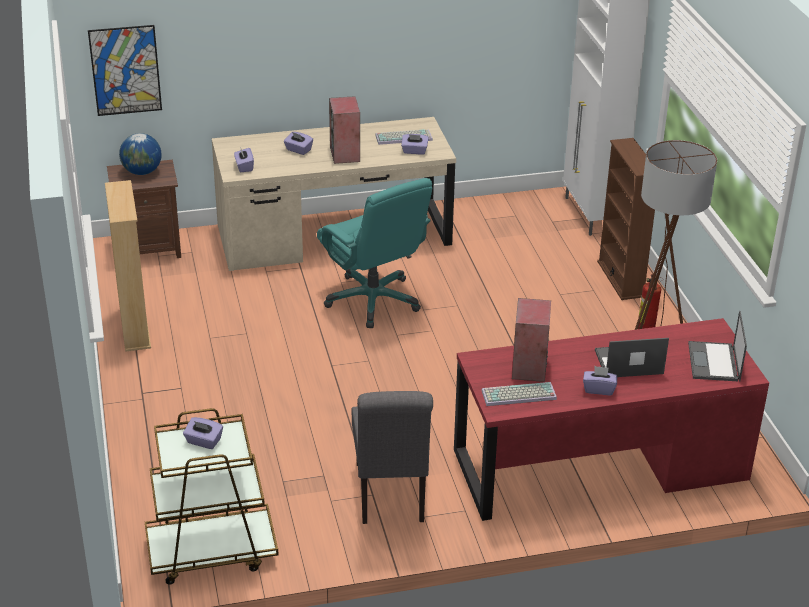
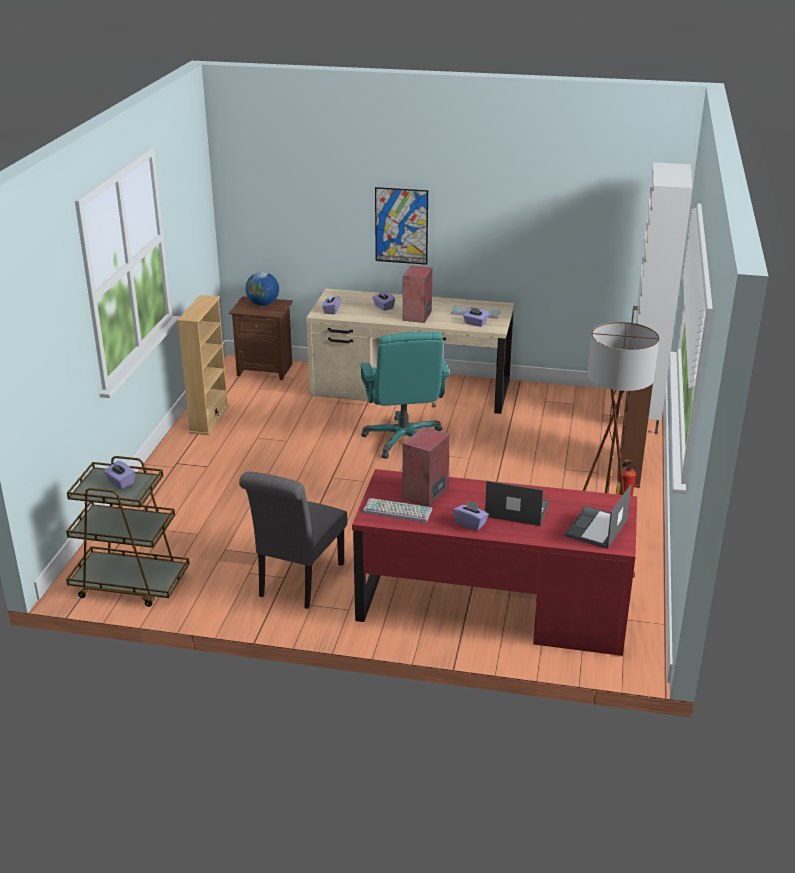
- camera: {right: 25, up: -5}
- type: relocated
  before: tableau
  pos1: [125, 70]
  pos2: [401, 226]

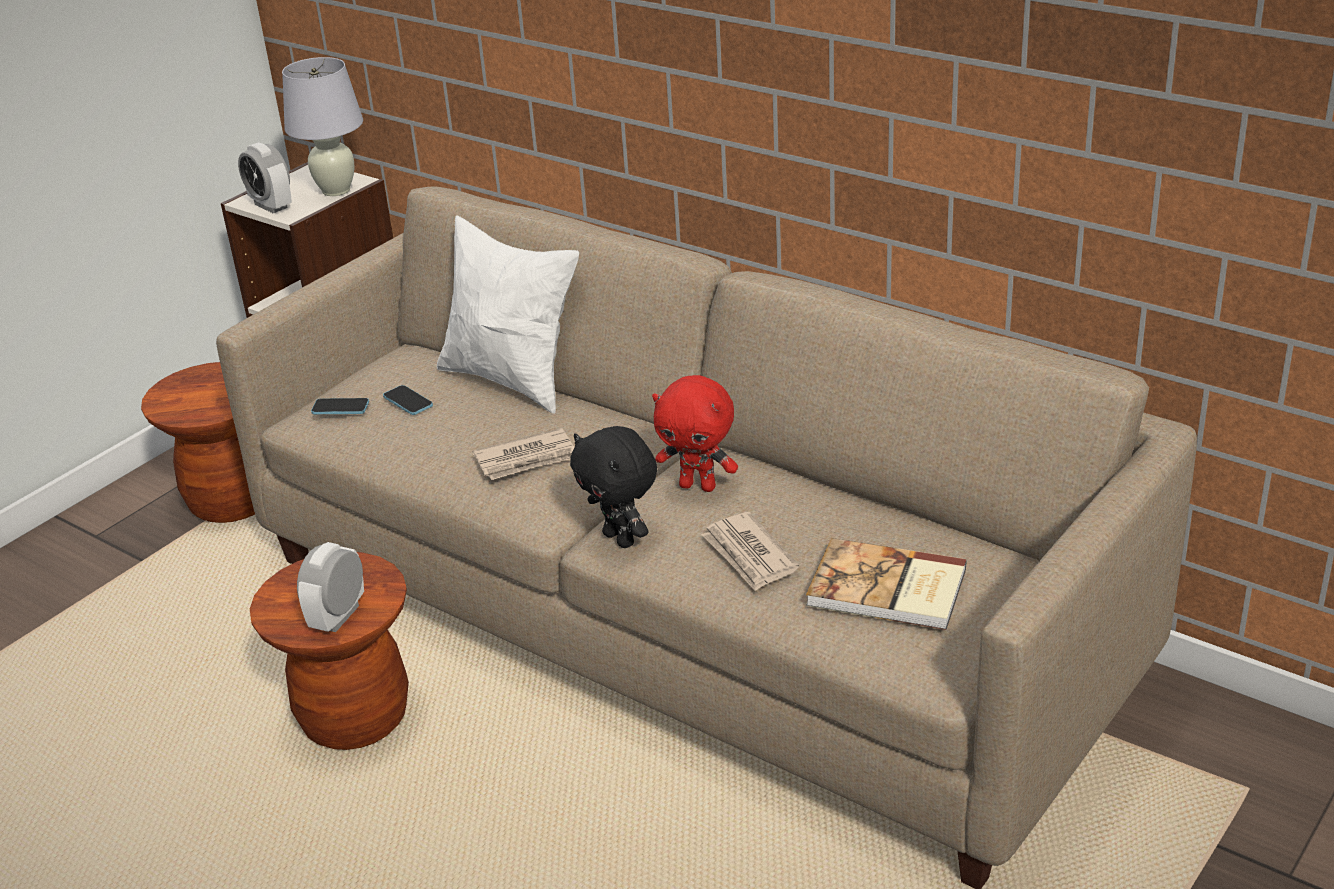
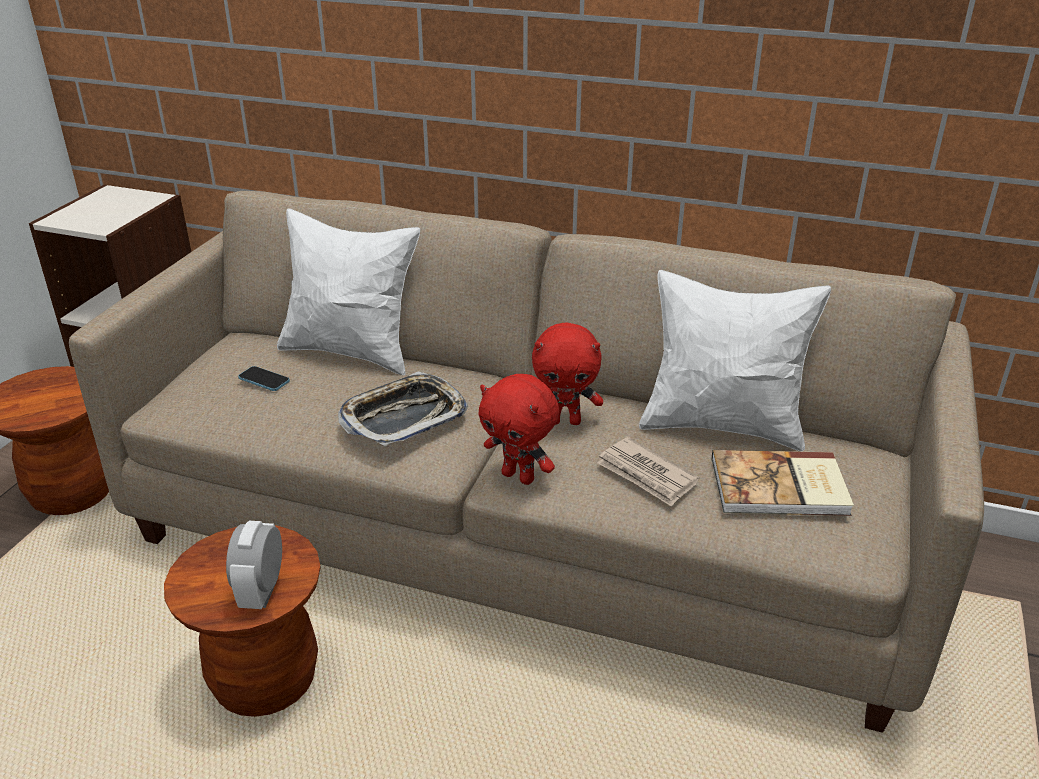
- camera: {right: -20, up: 0}
- type: missing
  before: réveil
  pos1: [271, 206]
- type: missing
  before: lampe de table/blanc
  pos1: [336, 190]
- type: missing
  before: téléphone
  pos1: [340, 408]
- type: exchanged
  before: journal
  after: plateau
  pos1: [527, 459]
  pos2: [404, 416]
- type: colour
  before: peluche/noir
  after: peluche/rouge
  pos1: [621, 539]
  pos2: [519, 476]
- type: appeared
  after: coussin/blanc
  pos2: [722, 425]

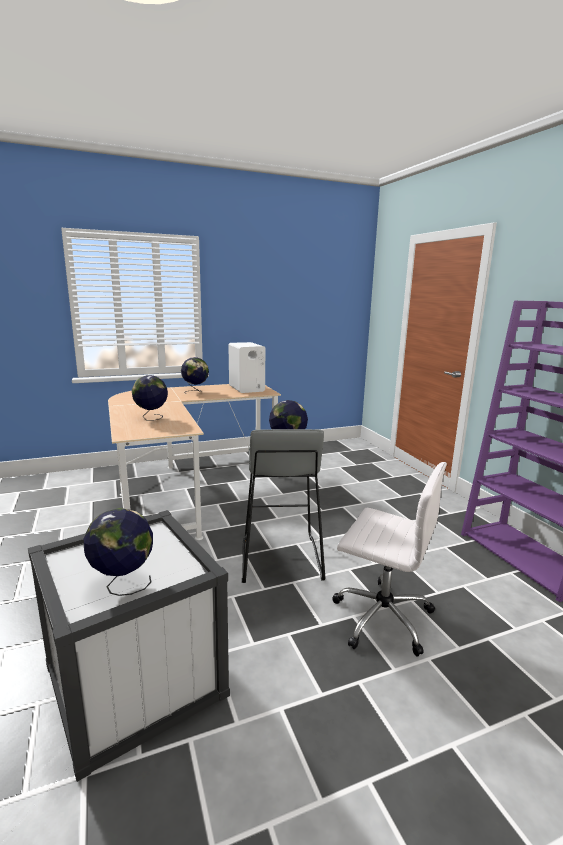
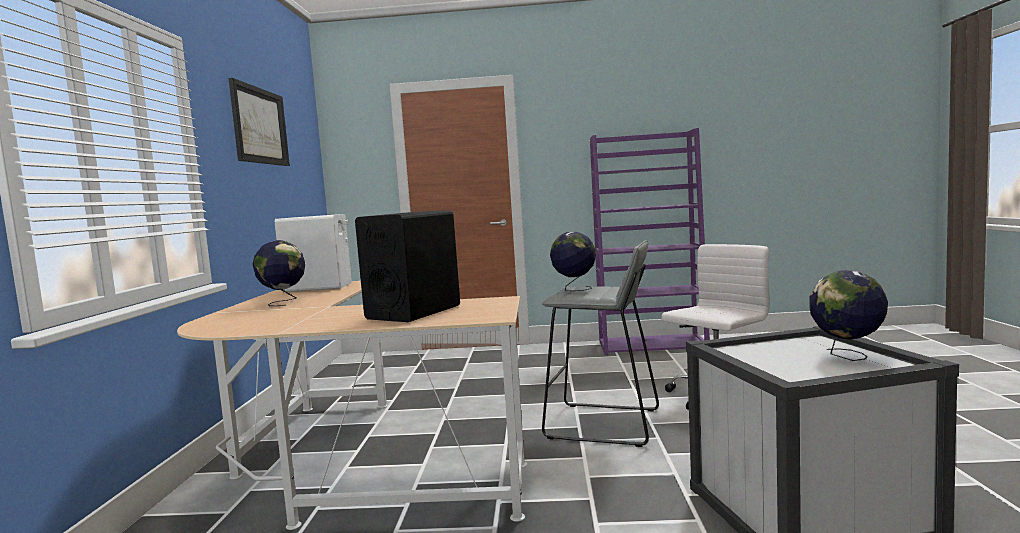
- camera: {right: -65, up: -10}
- type: exchanged
  before: globe
  after: enceinte/noir
  pos1: [151, 418]
  pos2: [414, 312]
- type: appeared
  after: tableau
  pos2: [259, 126]

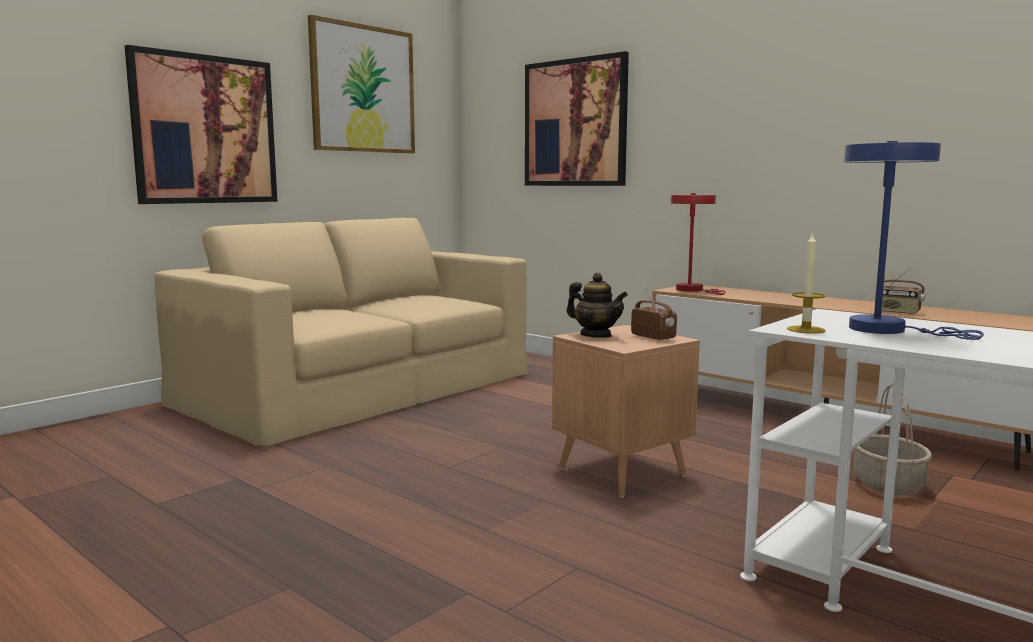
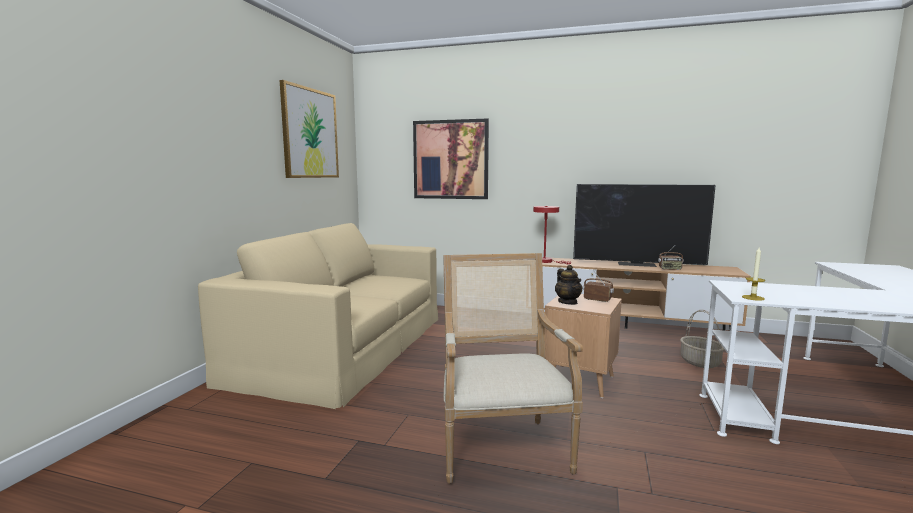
- camera: {right: -25, up: 0}
- type: missing
  before: tableau
  pos1: [205, 130]
- type: spun
  before: théière
  pos1: [596, 336]
  pos2: [568, 302]
  turn: 60
- type: missing
  before: lampe de table/bleu
  pos1: [887, 330]
- type: appeared
  after: fauteuil
  pos2: [500, 445]
- type: appeared
  after: téléviseur
  pos2: [637, 264]

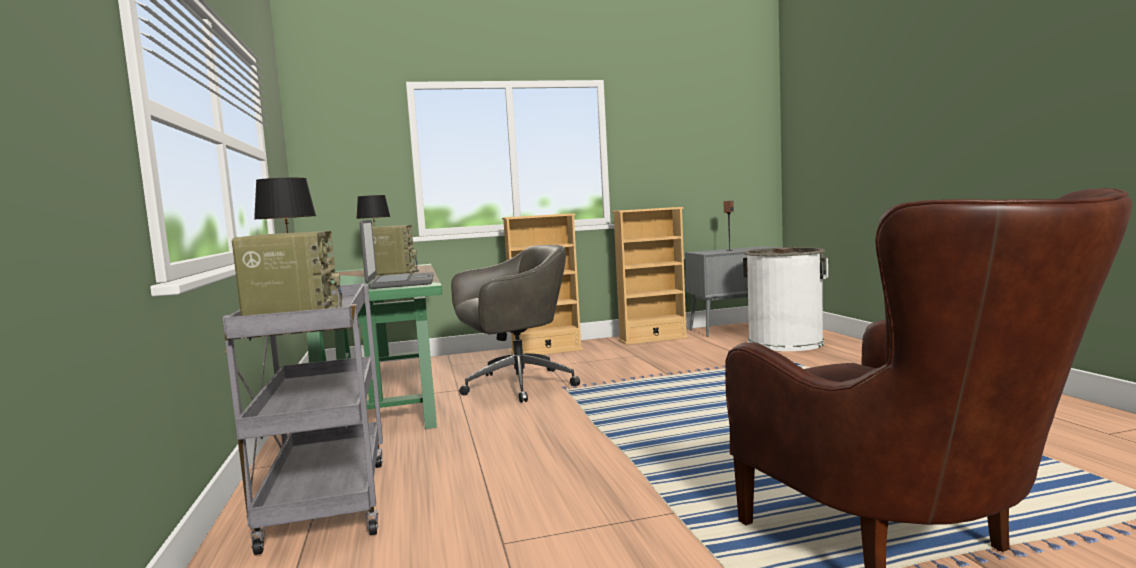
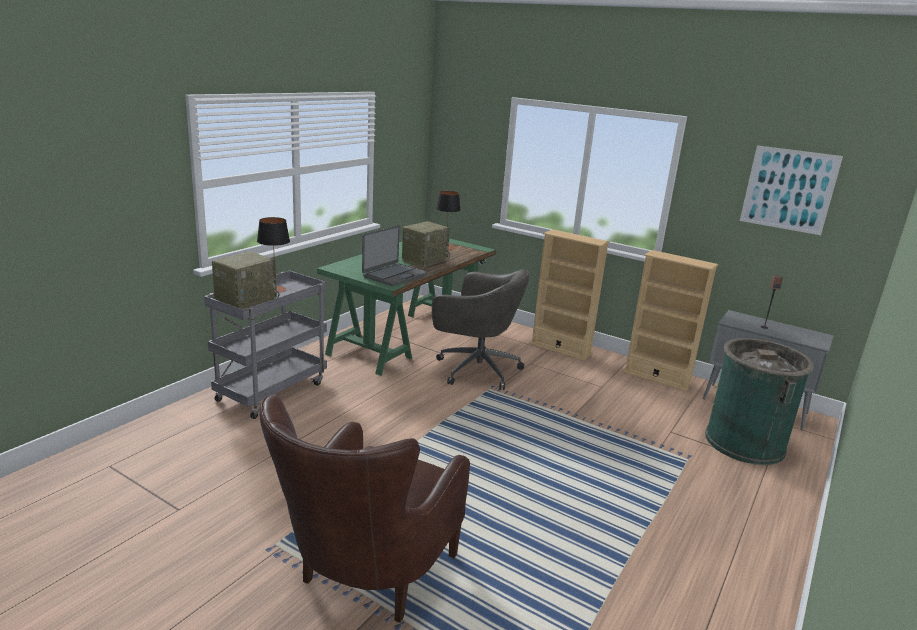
- camera: {right: 45, up: 15}
- type: colour
  before: poubelle/blanc
  after: poubelle/vert
  pos1: [785, 343]
  pos2: [744, 442]
- type: appeared
  after: tableau
  pos2: [788, 190]

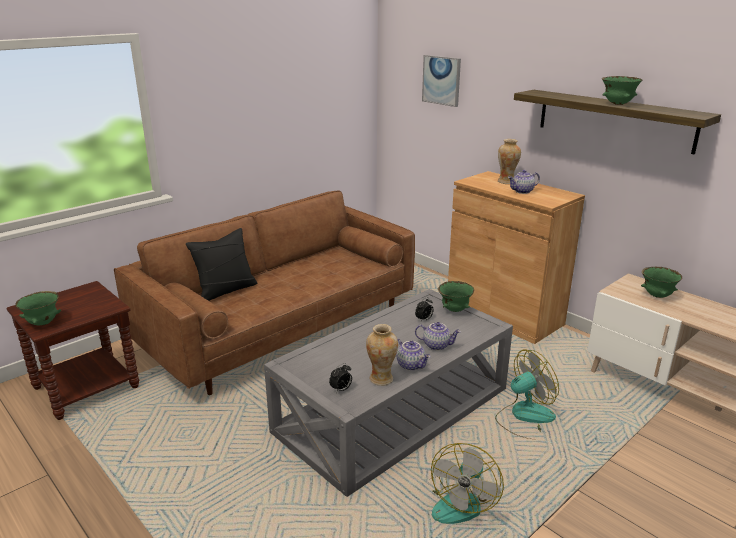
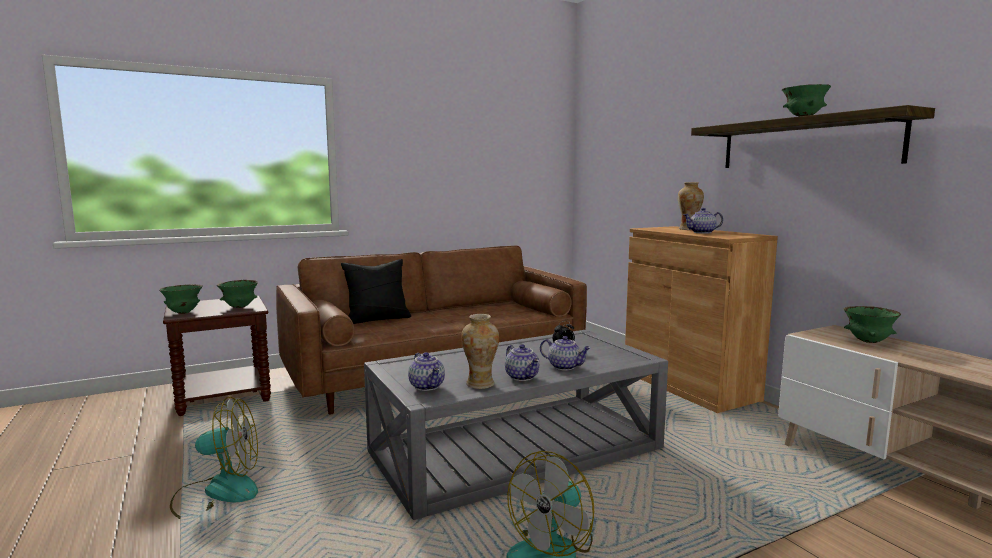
- camera: {right: 15, up: -15}
- type: exchanged
  before: réveil
  after: théière
  pos1: [341, 389]
  pos2: [427, 386]
- type: missing
  before: tableau
  pos1: [441, 80]
- type: relocated
  before: bol/vert
  pos1: [454, 310]
  pos2: [239, 307]
- type: relocated
  before: ventilateur
  pos1: [524, 417]
  pos2: [218, 492]

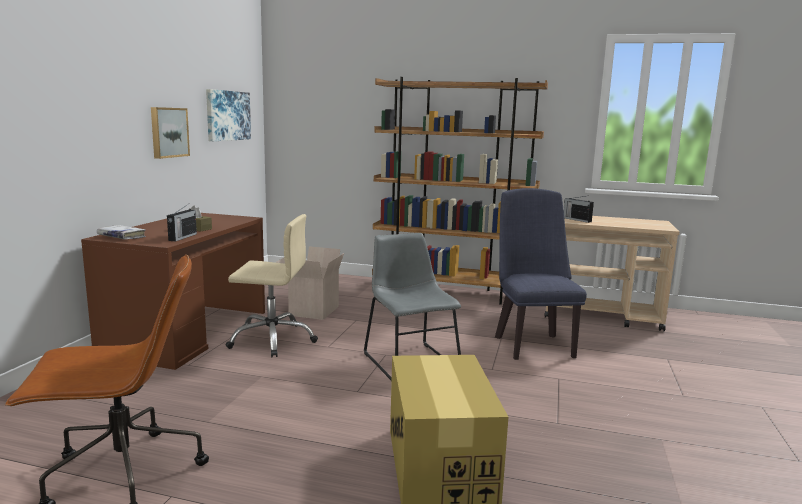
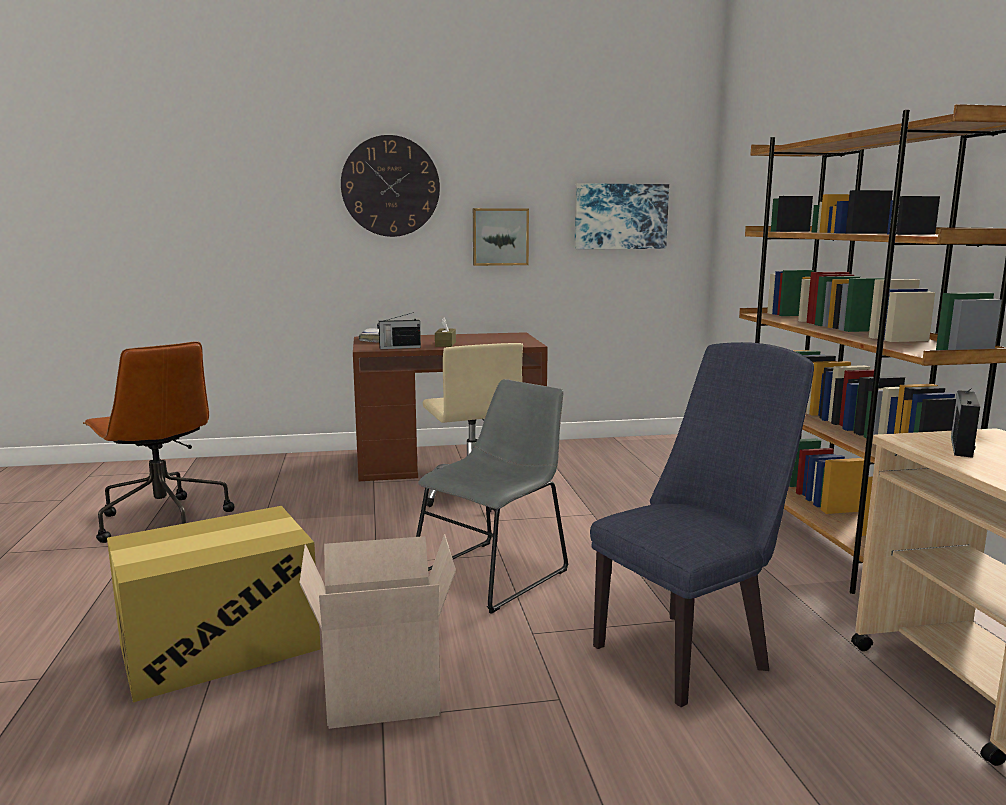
- camera: {right: 65, up: 0}
- type: relocated
  before: carton
  pos1: [313, 310]
  pos2: [384, 691]
- type: appeared
  after: horloge murale
  pos2: [390, 186]

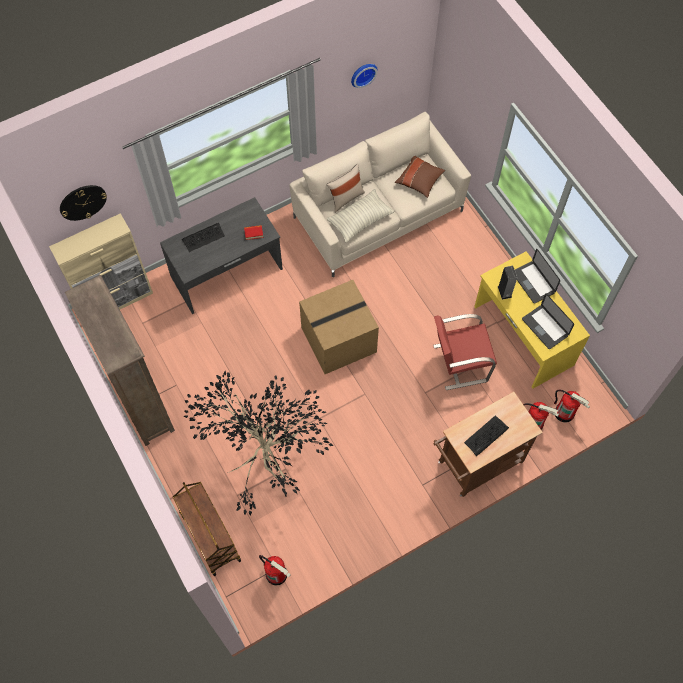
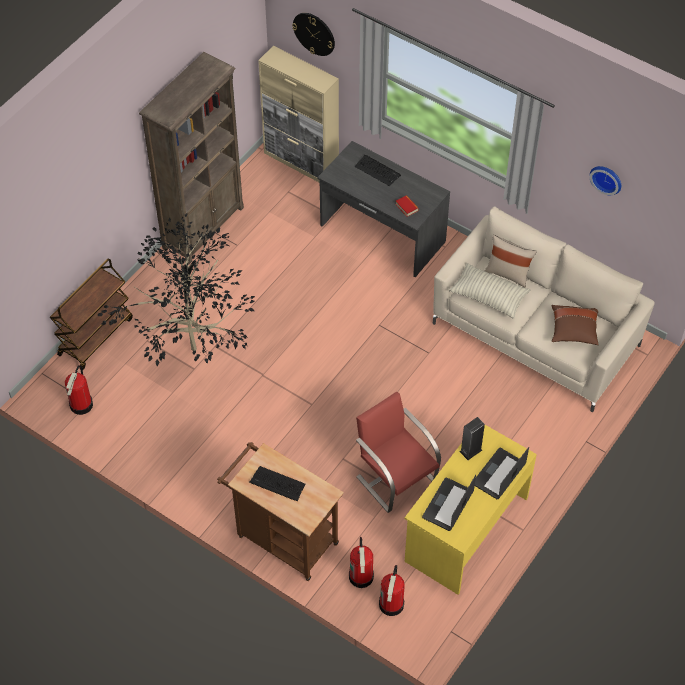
- camera: {right: 65, up: -10}
- type: missing
  before: carton
  pos1: [339, 338]

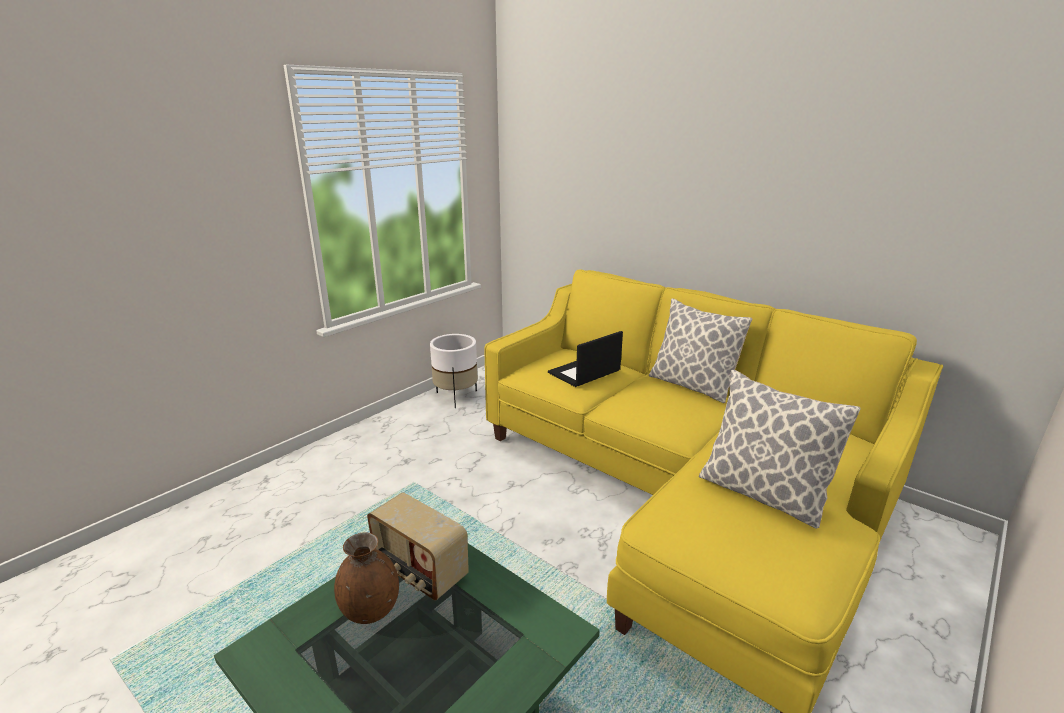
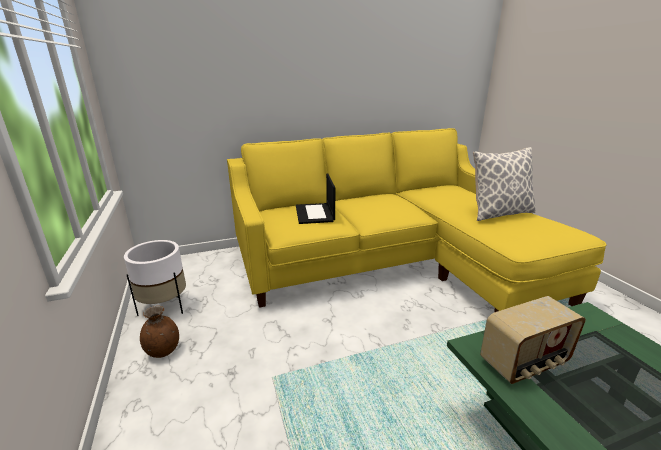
- camera: {right: -60, up: 0}
- type: relocated
  before: vase/marron
  pos1: [371, 609]
  pos2: [163, 351]
- type: missing
  before: coussin
  pos1: [691, 386]

